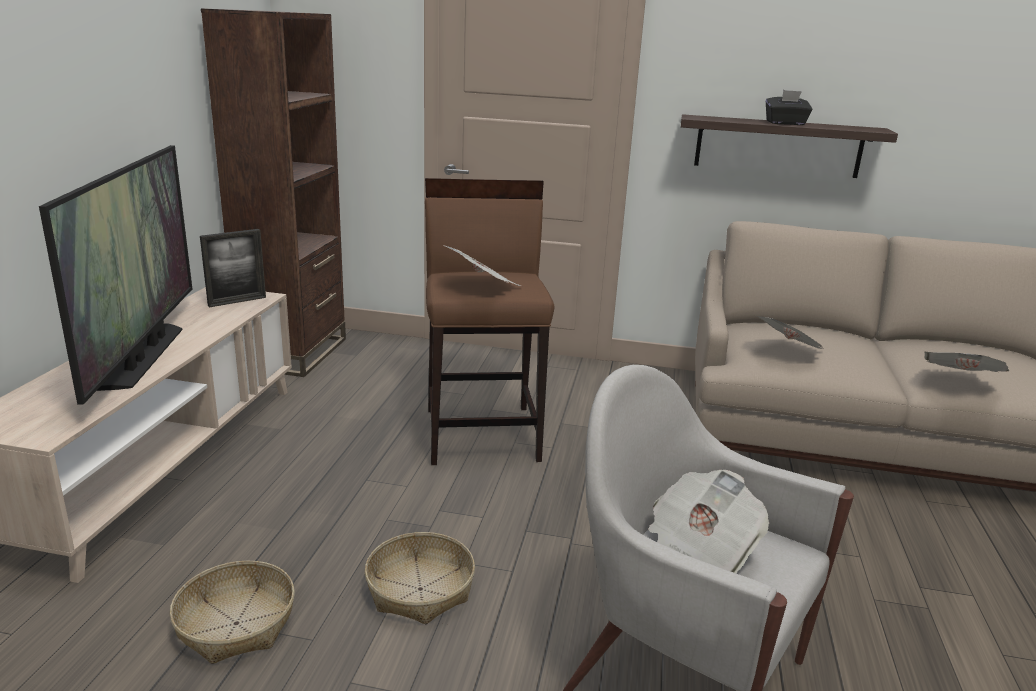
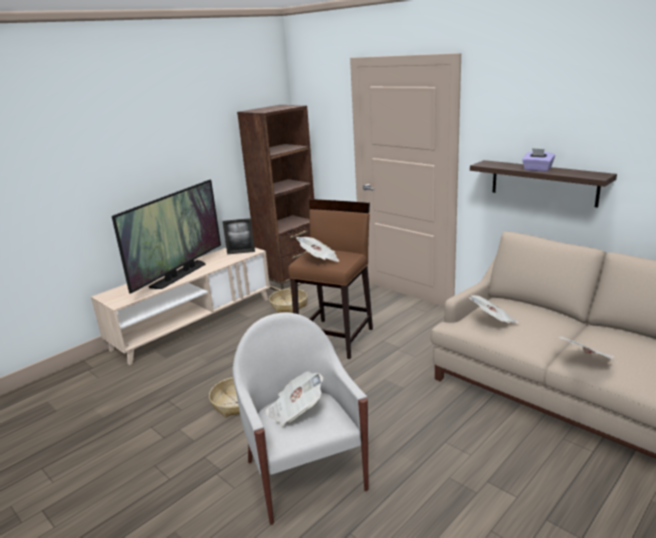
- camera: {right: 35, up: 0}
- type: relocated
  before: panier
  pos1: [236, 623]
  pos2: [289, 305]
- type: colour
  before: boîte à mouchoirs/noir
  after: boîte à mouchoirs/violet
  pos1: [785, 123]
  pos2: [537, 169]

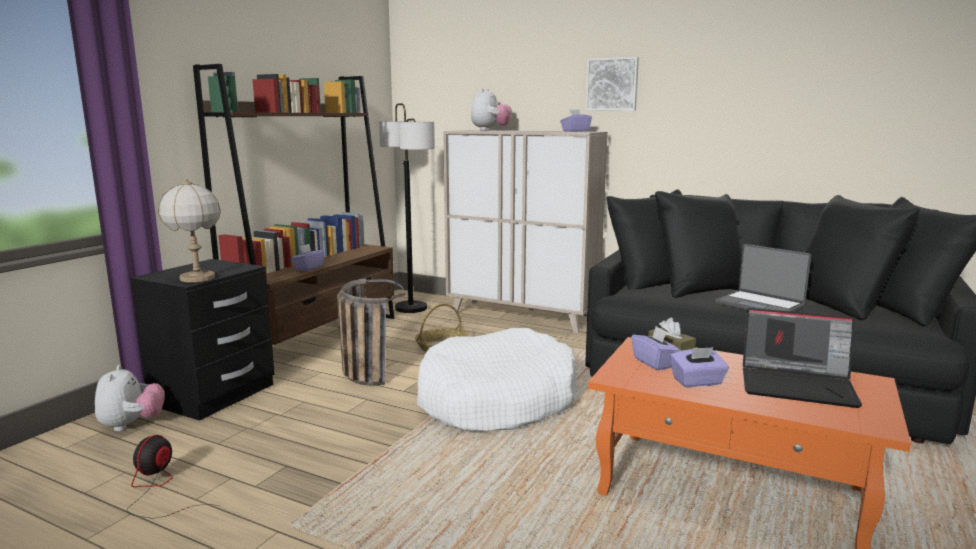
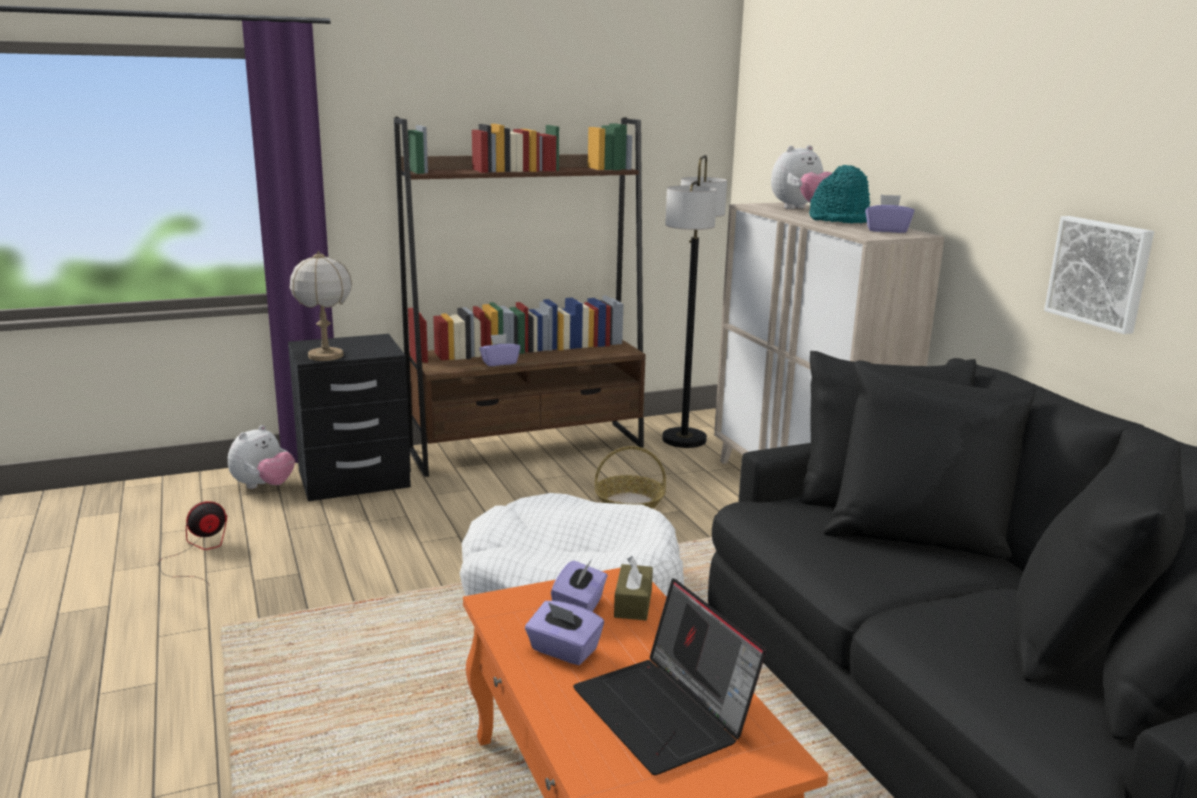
- camera: {right: 40, up: 5}
- type: missing
  before: panier
  pos1: [364, 370]
- type: relocated
  before: tableau
  pos1: [612, 84]
  pos2: [1100, 272]
- type: missing
  before: ordinateur portable
  pos1: [760, 305]
- type: appeared
  after: chapeau/turquoise
  pos2: [840, 220]

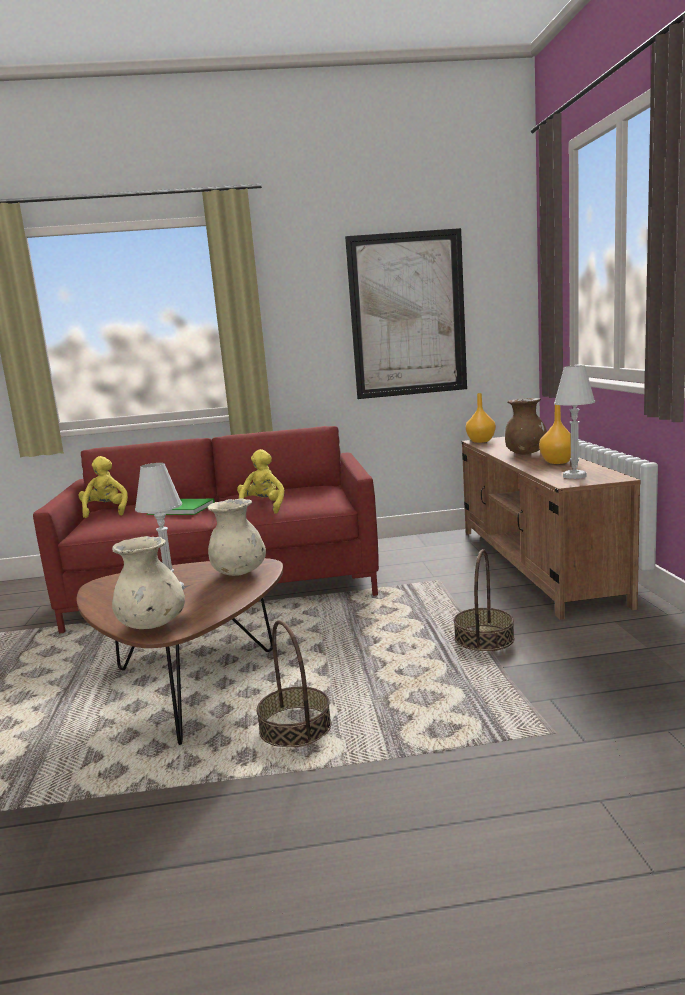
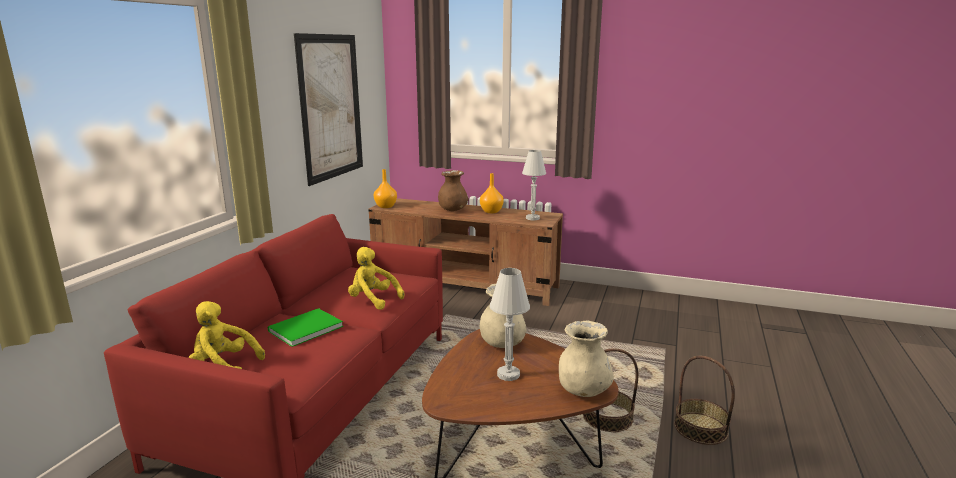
- camera: {right: -65, up: 5}
- type: relocated
  before: panier
  pos1: [484, 638]
  pos2: [701, 428]

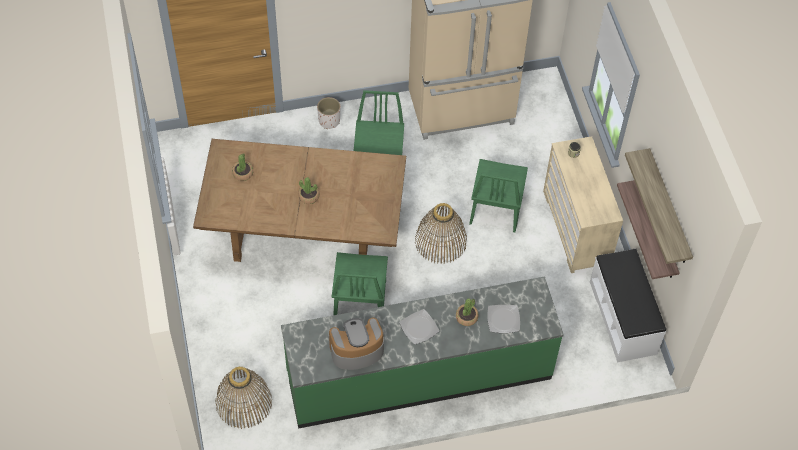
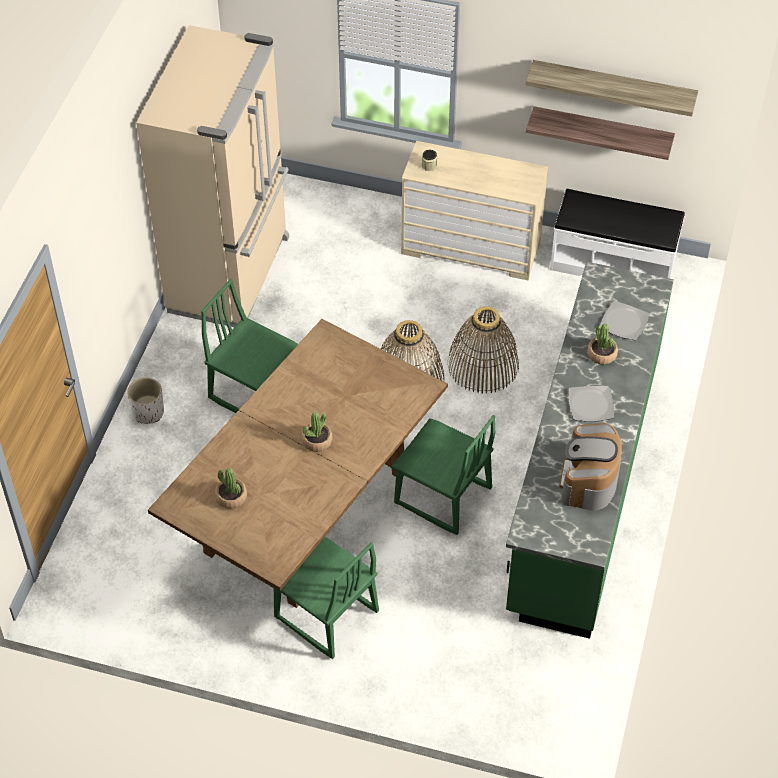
- camera: {right: -60, up: -5}
- type: relocated
  before: panier
  pos1: [243, 403]
  pos2: [483, 365]
- type: relocated
  before: chaise/vert
  pos1: [495, 208]
  pos2: [325, 615]

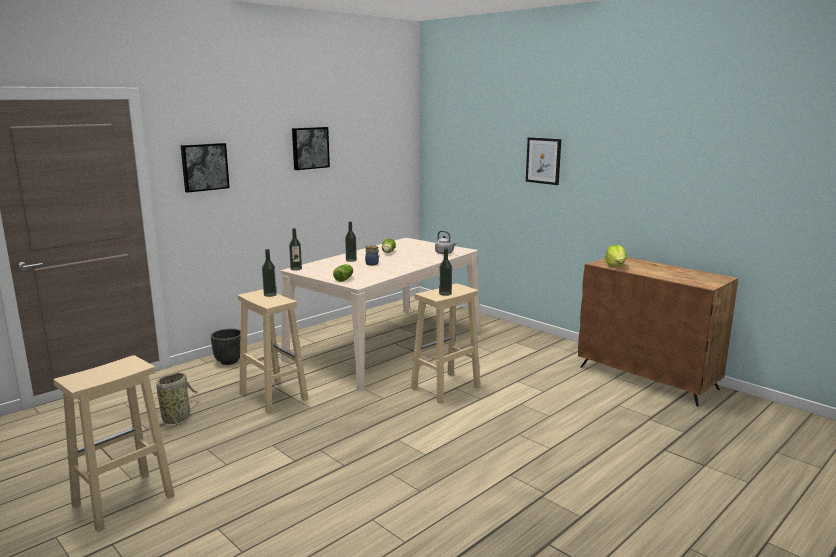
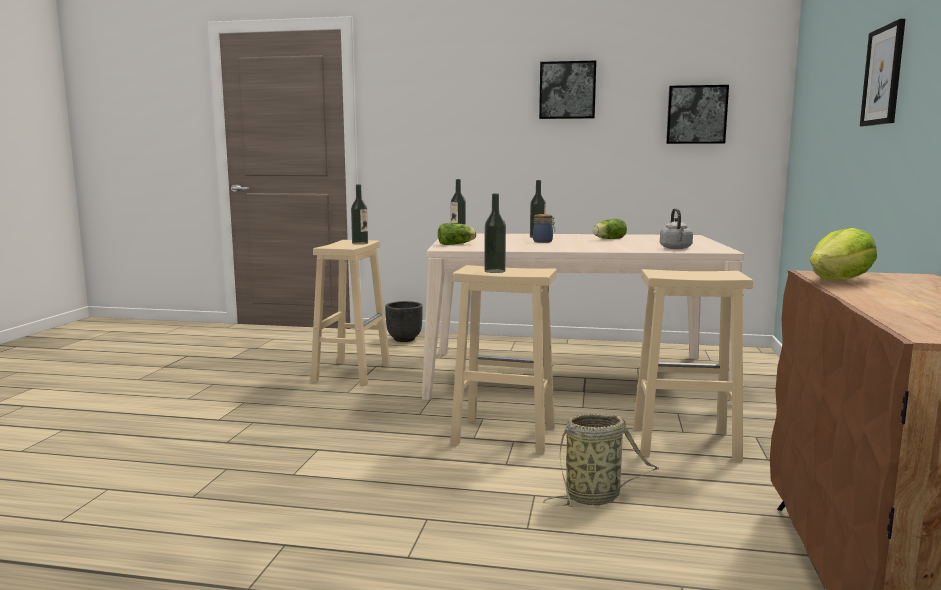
- camera: {right: 55, up: -5}
- type: relocated
  before: tabouret/beige
  pos1: [122, 501]
  pos2: [682, 444]
- type: relocated
  before: panier
  pos1: [177, 418]
  pos2: [596, 497]
- type: relocated
  before: tableau
  pos1: [204, 167]
  pos2: [696, 114]

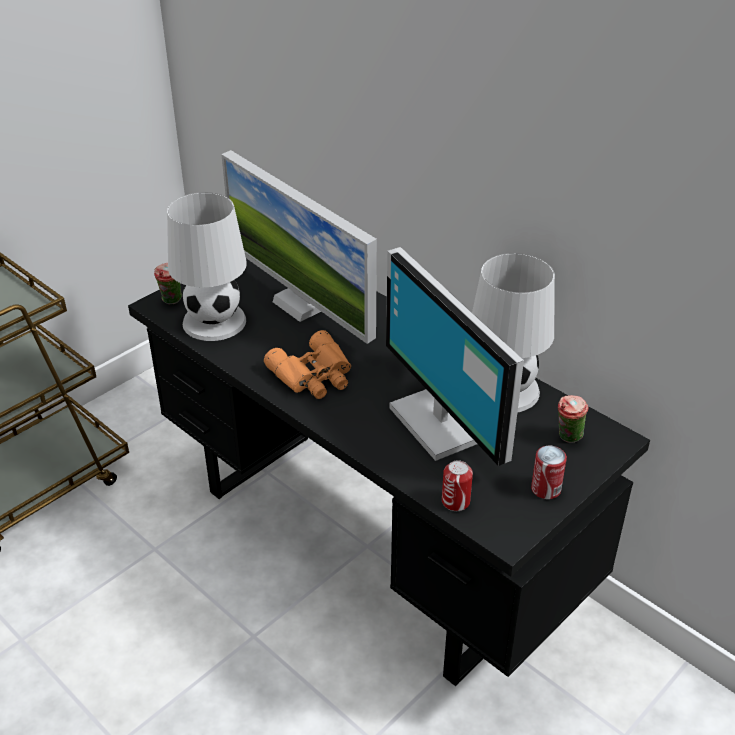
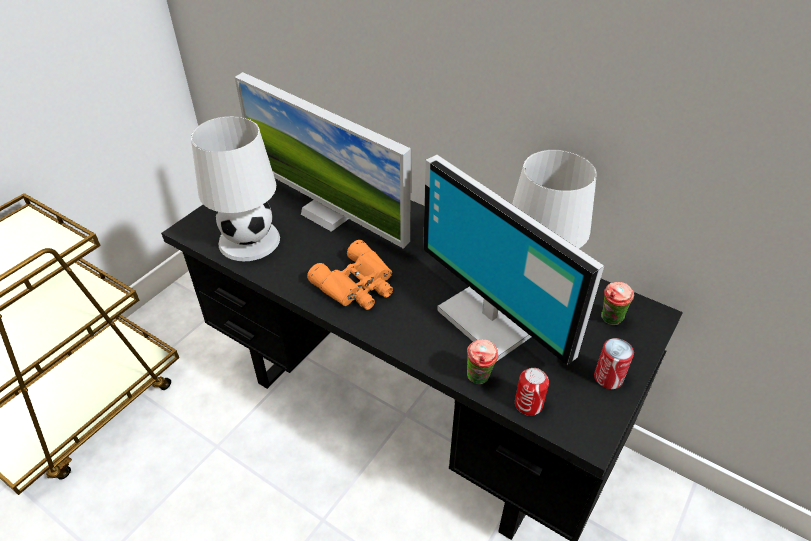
- camera: {right: -10, up: 5}
- type: relocated
  before: tasse
  pos1: [171, 301]
  pos2: [479, 379]

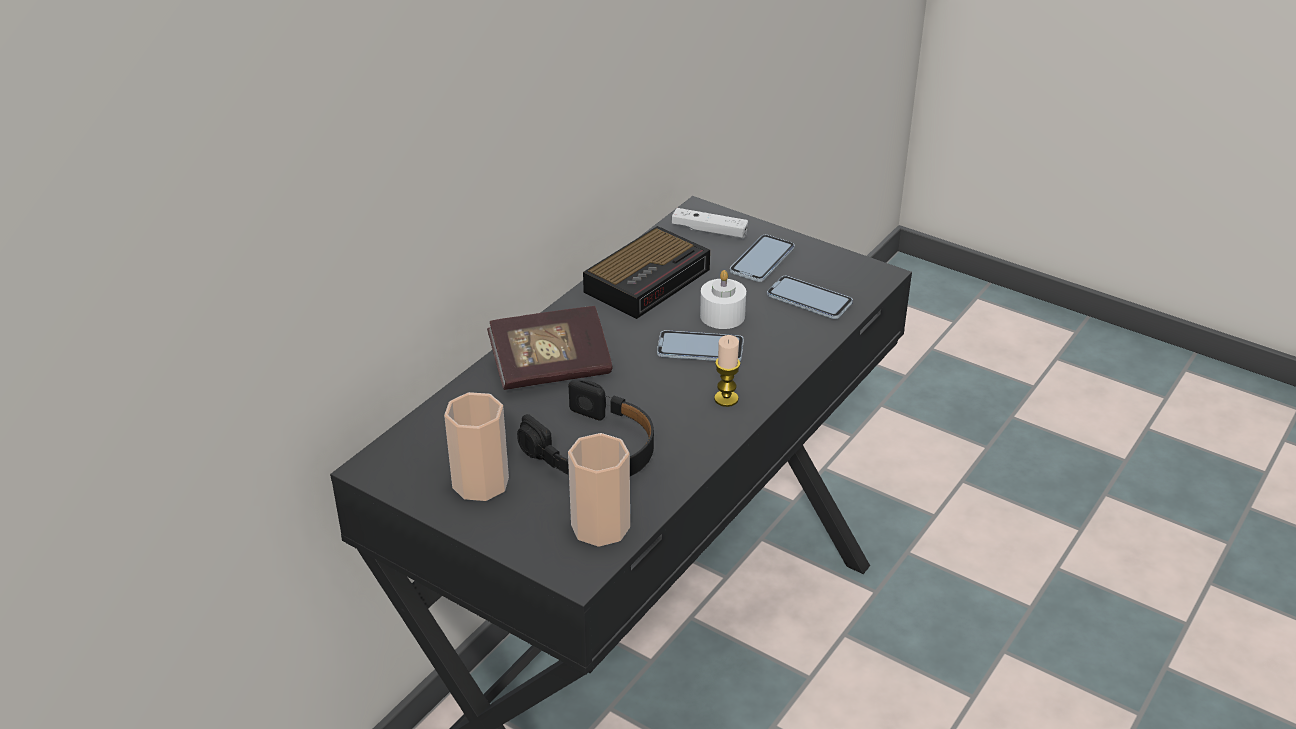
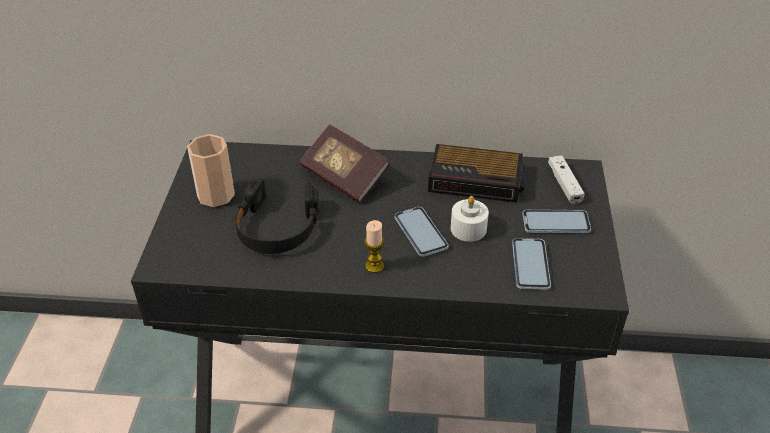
- camera: {right: 60, up: 5}
- type: missing
  before: tasse
  pos1: [600, 526]

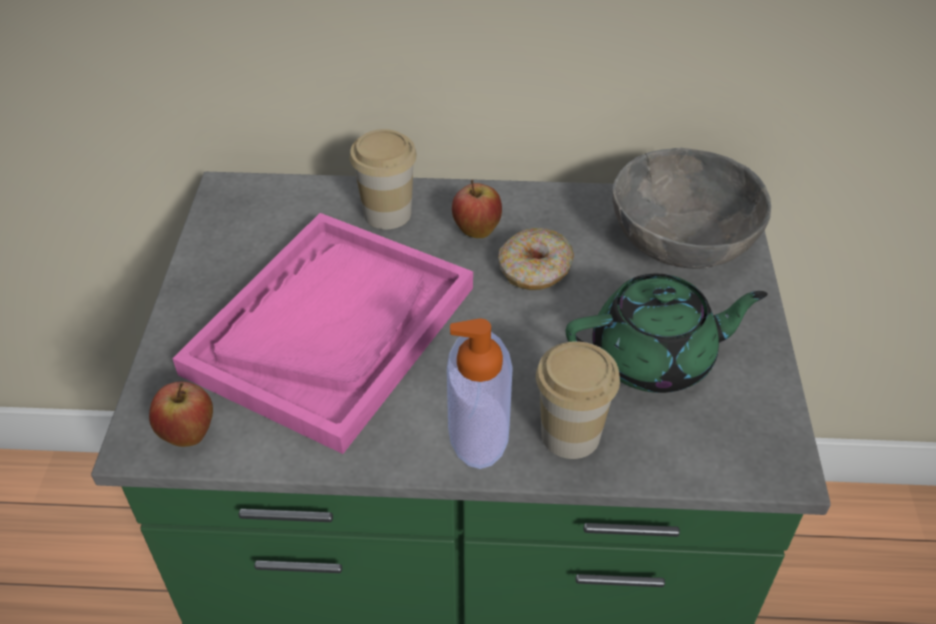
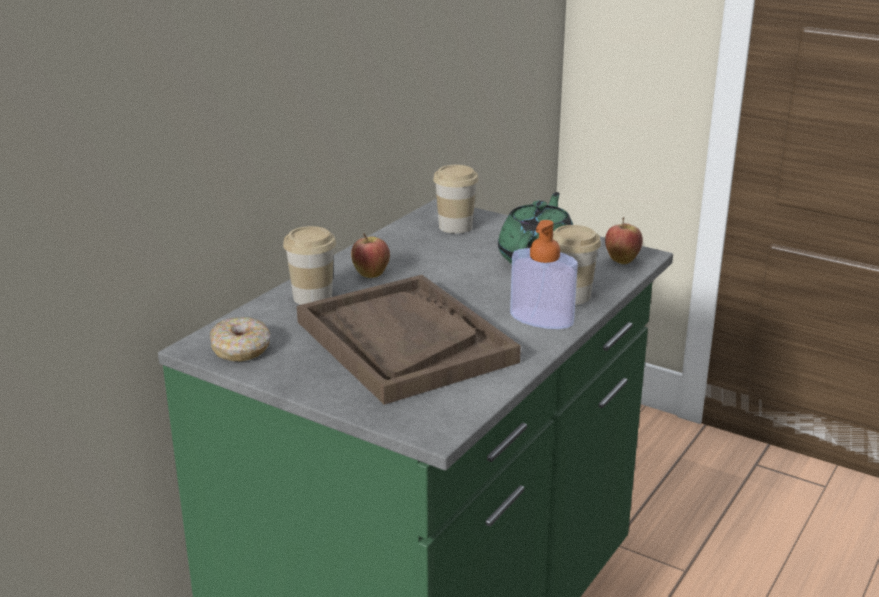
- camera: {right: -60, up: -20}
- type: relocated
  before: pomme
  pos1: [189, 435]
  pos2: [621, 261]
- type: colour
  before: plateau/rose
  after: plateau/marron
  pos1: [331, 329]
  pos2: [404, 341]
- type: relocated
  before: beignet
  pos1: [535, 270]
  pos2: [241, 349]
- type: exchanged
  before: bol/gris
  after: tasse
  pos1: [681, 241]
  pos2: [455, 227]

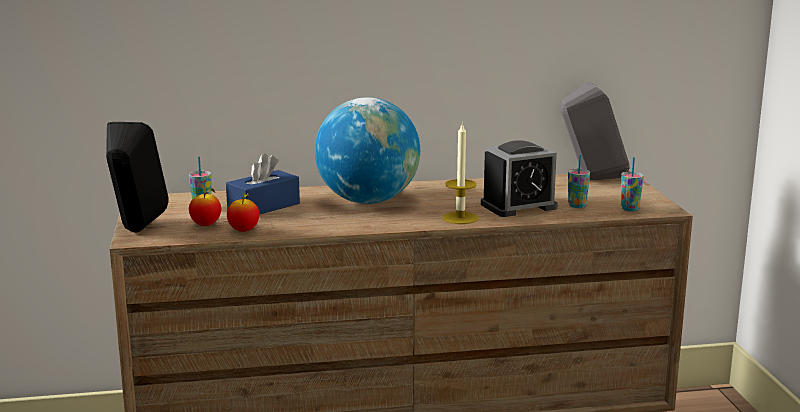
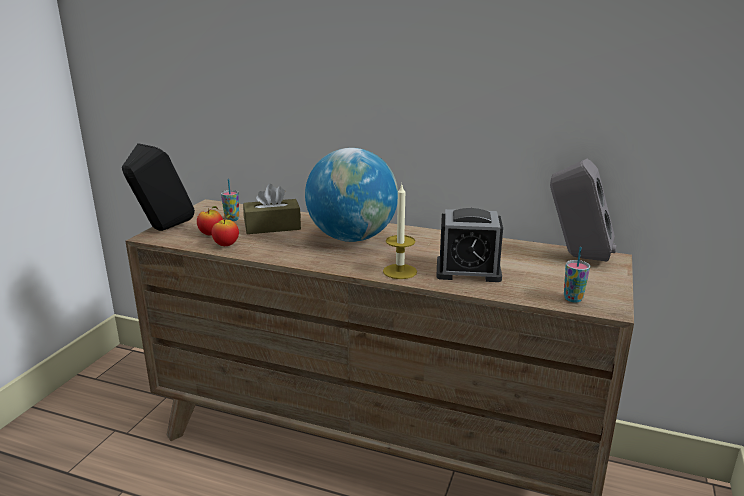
- camera: {right: 30, up: 5}
- type: colour
  before: boîte à mouchoirs/bleu
  after: boîte à mouchoirs/marron
  pos1: [263, 206]
  pos2: [272, 227]
- type: missing
  before: tasse
  pos1: [577, 205]

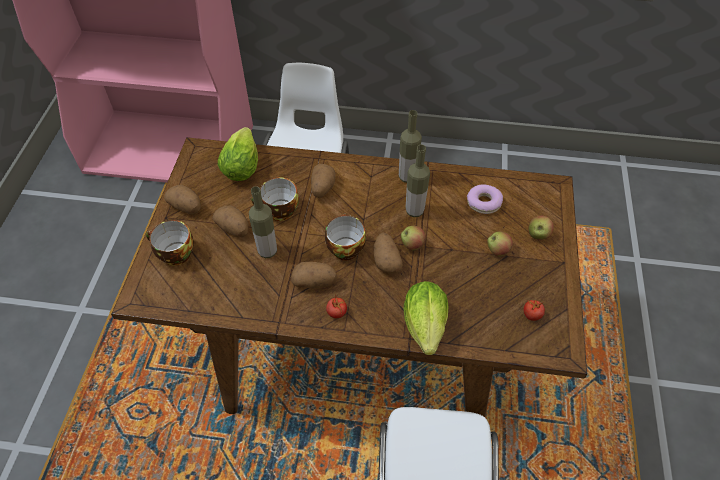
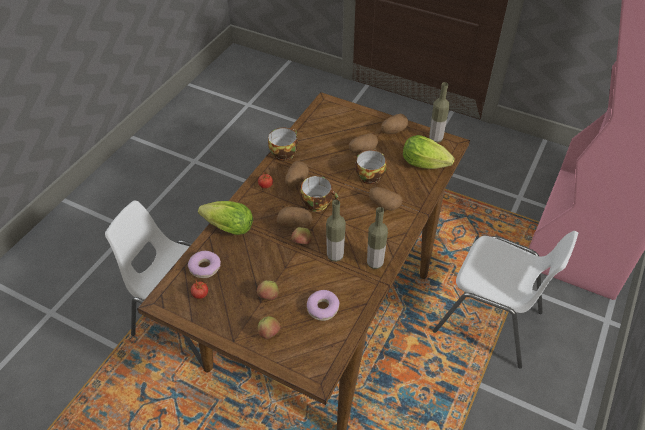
- camera: {right: 110, up: -5}
- type: relocated
  before: tasse
  pos1: [174, 254]
  pos2: [284, 152]
- type: relocated
  before: bouteille
  pos1: [267, 251]
  pos2: [435, 138]
- type: appeared
  after: beignet
  pos2: [205, 267]

